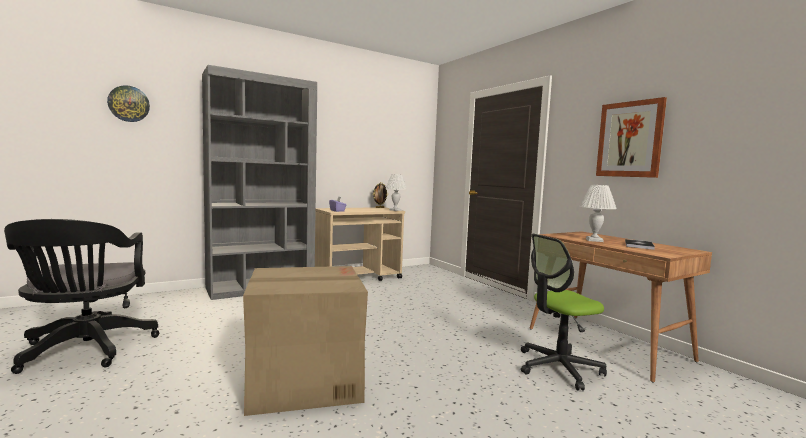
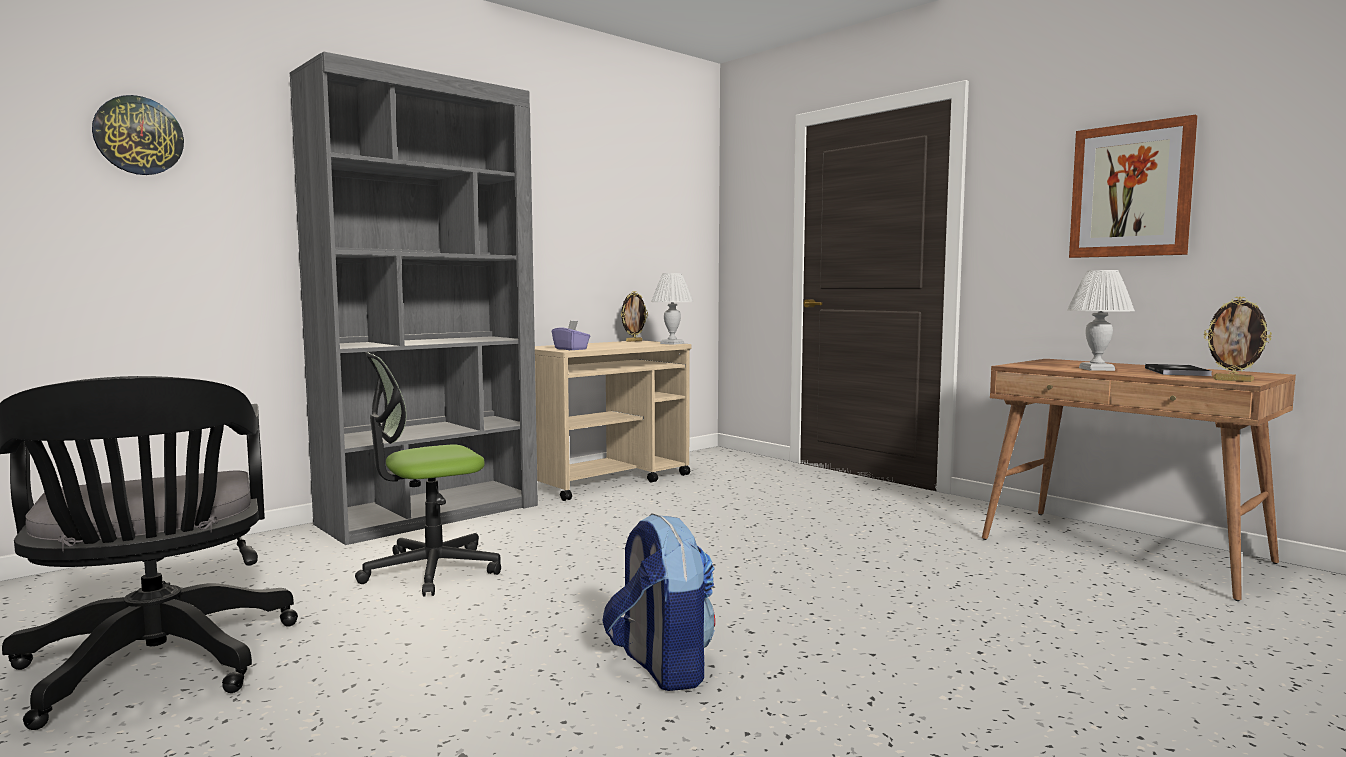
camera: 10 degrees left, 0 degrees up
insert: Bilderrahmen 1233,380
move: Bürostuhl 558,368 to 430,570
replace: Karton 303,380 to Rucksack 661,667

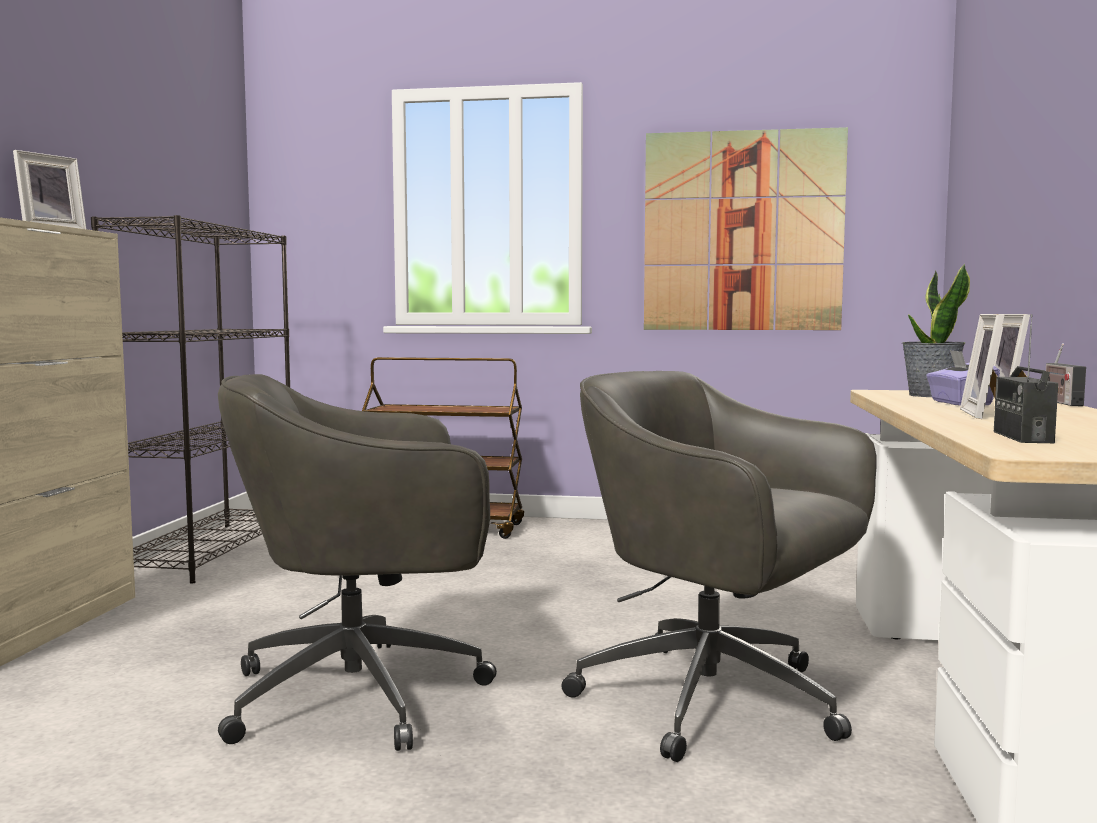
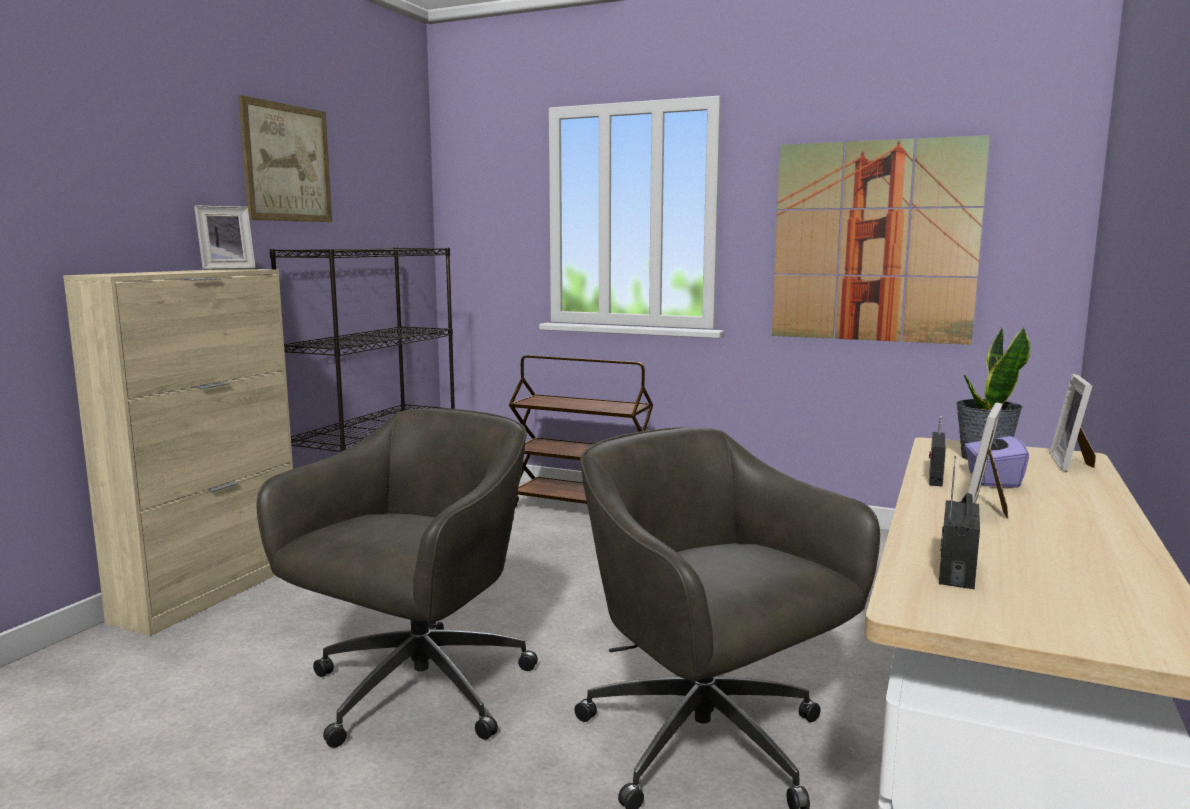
camera: 15 degrees right, 5 degrees up
insert: Bild 287,163
move: Radio 1060,402 to 934,476
rotate: Bürostuhl/grau 364,694 = 416,692 120 degrees clockwise

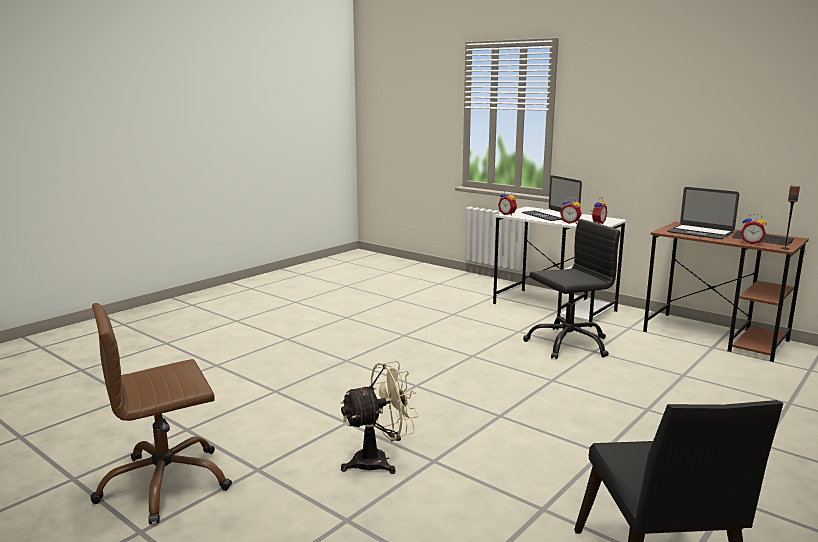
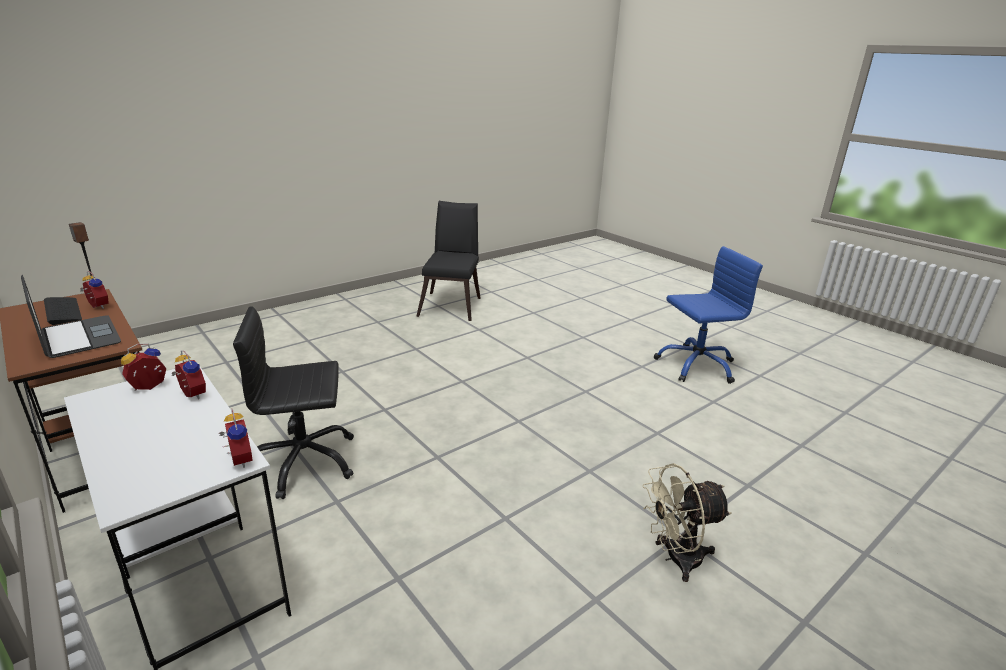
camera: 170 degrees left, 10 degrees up
delete: Laptop 550,215
move: Ventilator/beige 379,461 to 675,558
recolor: Bürostuhl/braun 165,484 to Bürostuhl/blau 696,365

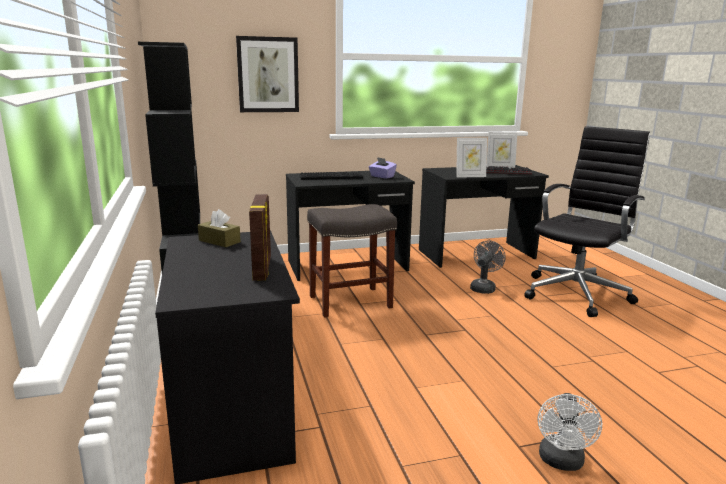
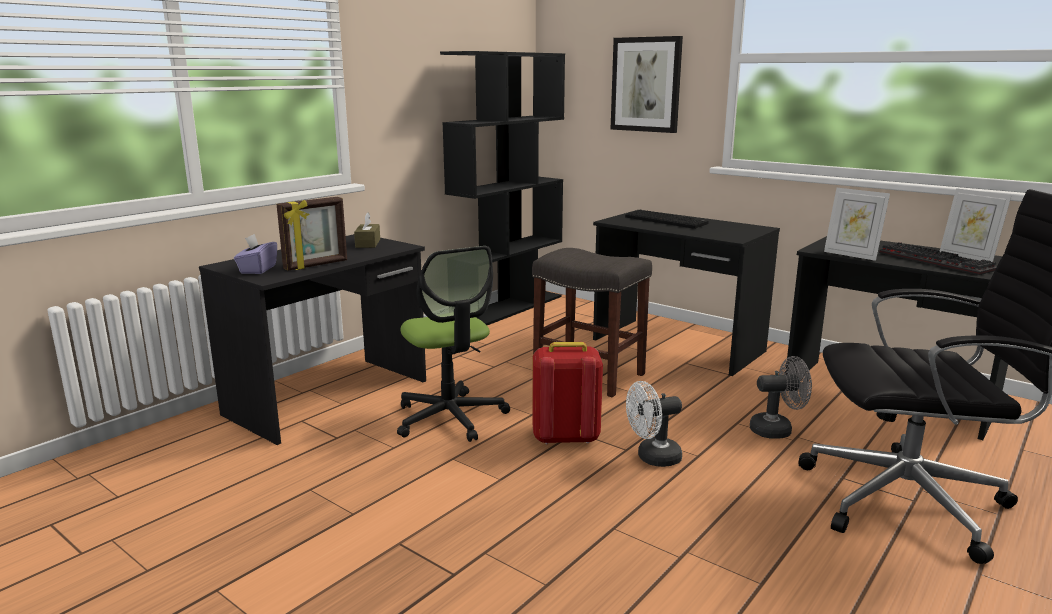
camera: 55 degrees right, 0 degrees up
insert: Bürostuhl 450,417; Rucksack/rot 565,437
move: Taschentuchbox/lila 382,176 to 257,269; Ventilator/weiß 561,462 to 652,458

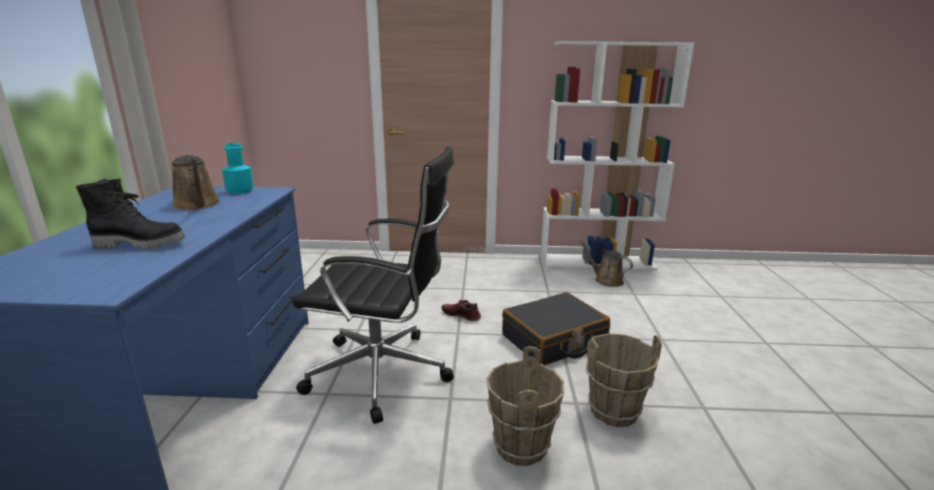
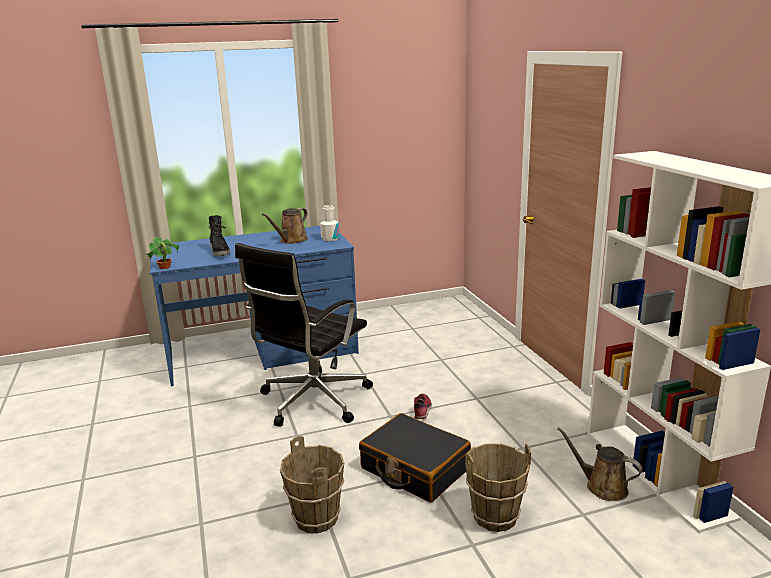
camera: 70 degrees right, 0 degrees up
insert: Topfpflanze 164,267
move: Eimer/braun 520,446 to 494,516
recolor: Flasche/türkis 240,191 to Flasche/weiß 330,238
rotate: Bürostuhl/schwarz 383,373 = 312,401 45 degrees clockwise; Gießkanne/braun 606,280 = 602,487 75 degrees counterclockwise

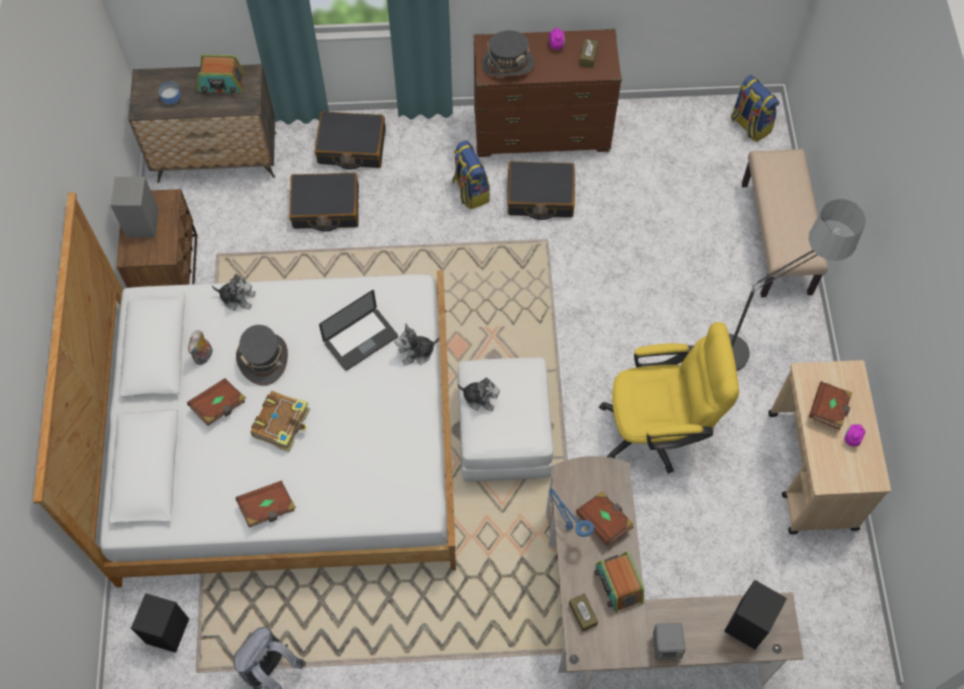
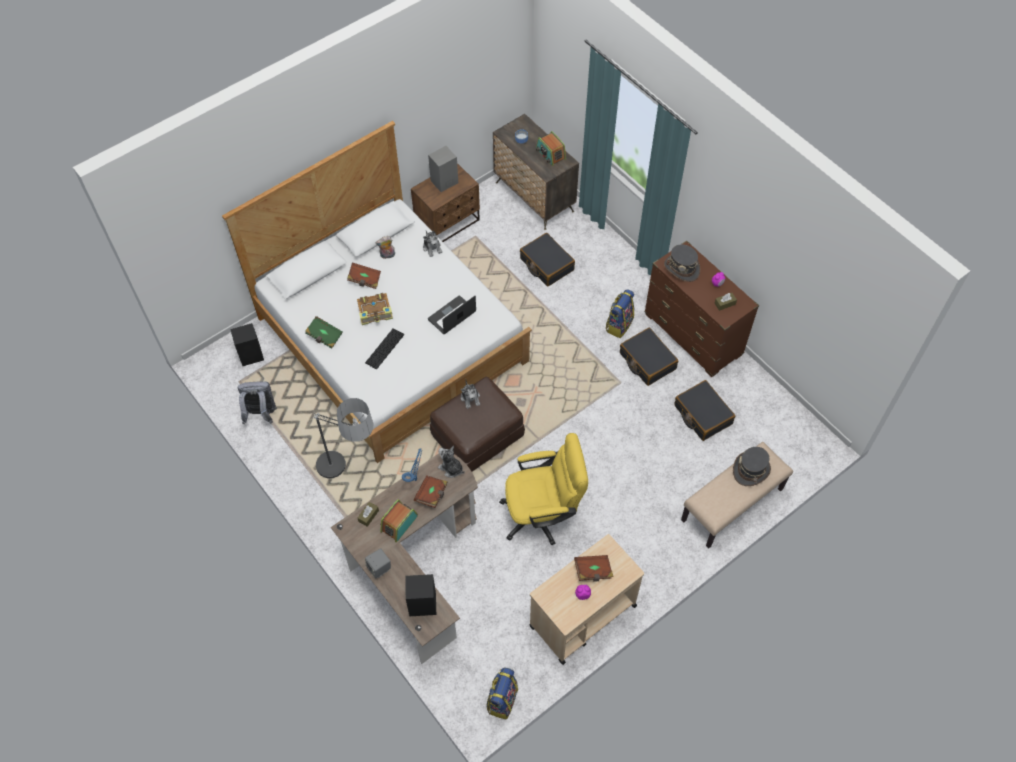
camera: 55 degrees right, 5 degrees down
insert: Tastatur 384,348
move: Hut/grau 263,359 to 751,470; Koffer/schwarz 351,147 to 702,415; Plüschtier 416,353 to 451,468; Stehlampe 757,342 to 351,476; Rucksack 749,125 to 502,699
recolor: Buch/braun 267,508 to Buch/grün 324,336; Polsterhocker/weiß 503,432 to Polsterhocker/braun 477,435
rotate: Laptop 361,340 = 452,316 120 degrees clockwise; Bürostuhl/gelb 658,429 = 543,514 60 degrees counterclockwise

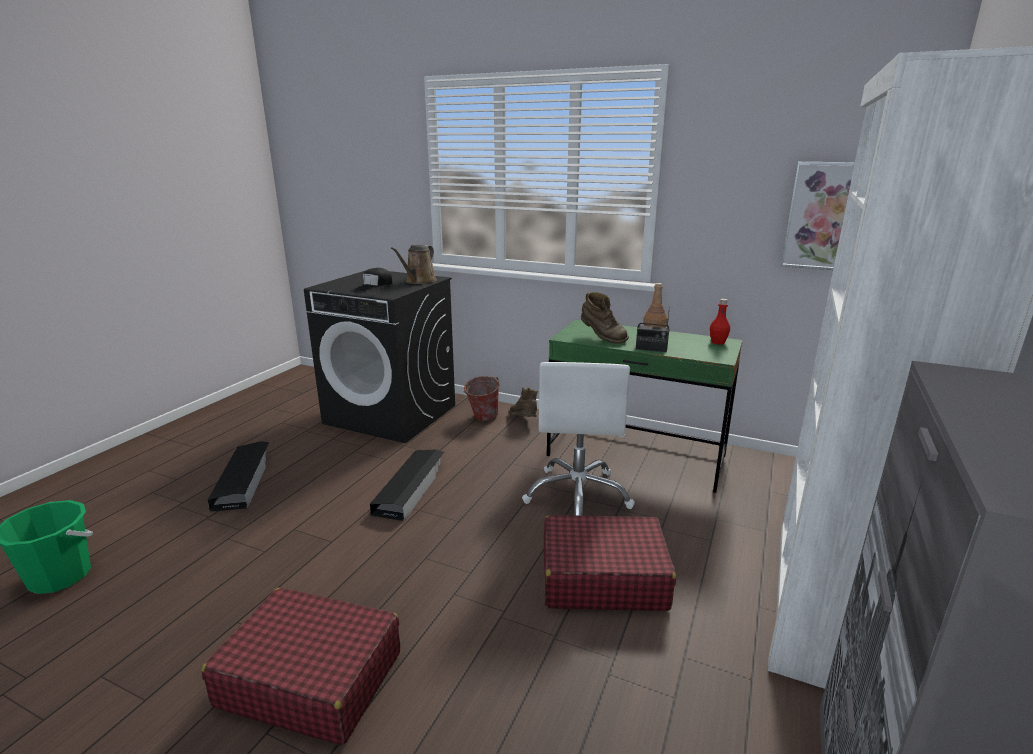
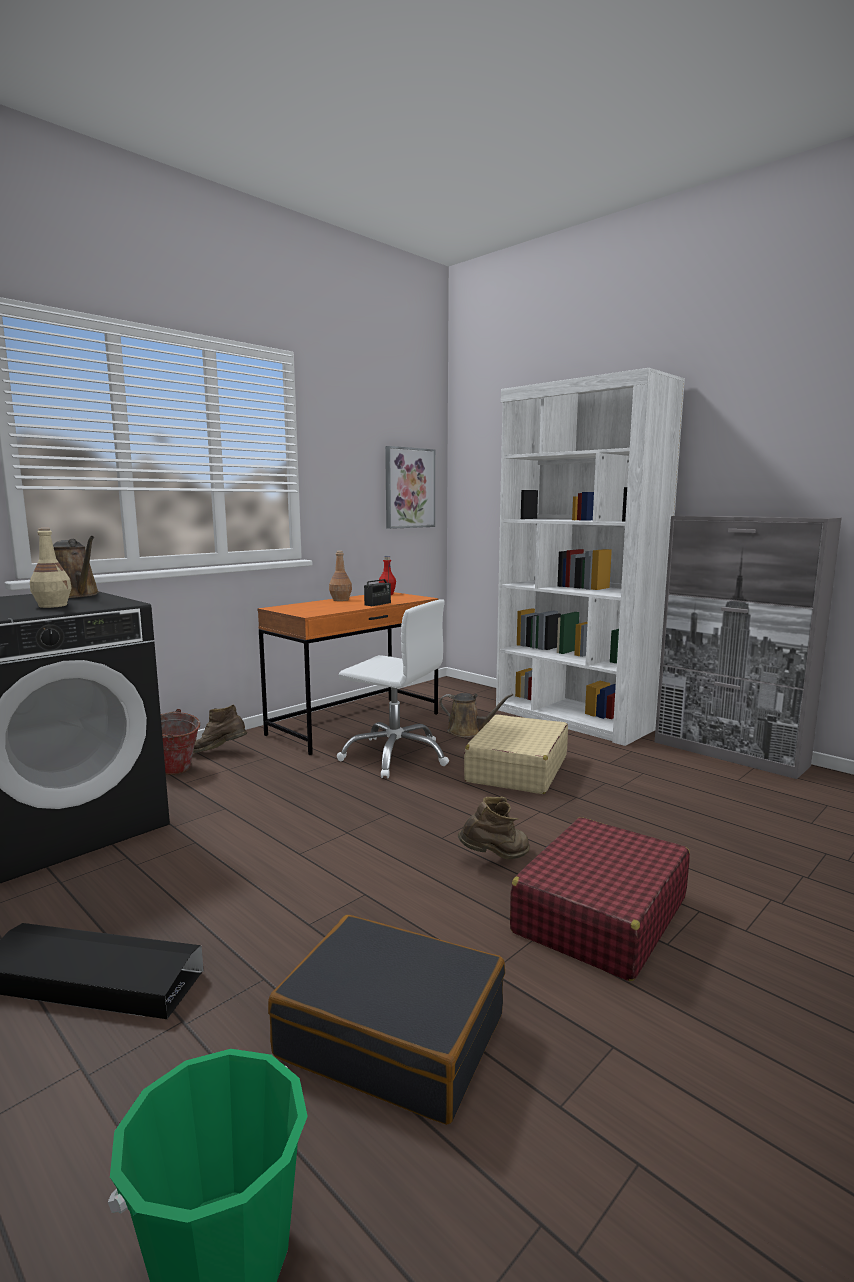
camera: 70 degrees left, 10 degrees down
delete: Aufbewahrungsbox/schwarz 411,488
insert: Koffer/schwarz 392,1034; Gießkanne/braun 468,731
move: Stiefel/braun 602,338 to 495,858
replace: Kappe/schwarz 375,287 to Flasche/beige 53,605
recolor: Koffer/rot 602,577 to Koffer/beige 517,769; Schreibtisch/grün 636,456 to Schreibtisch/orange 355,724

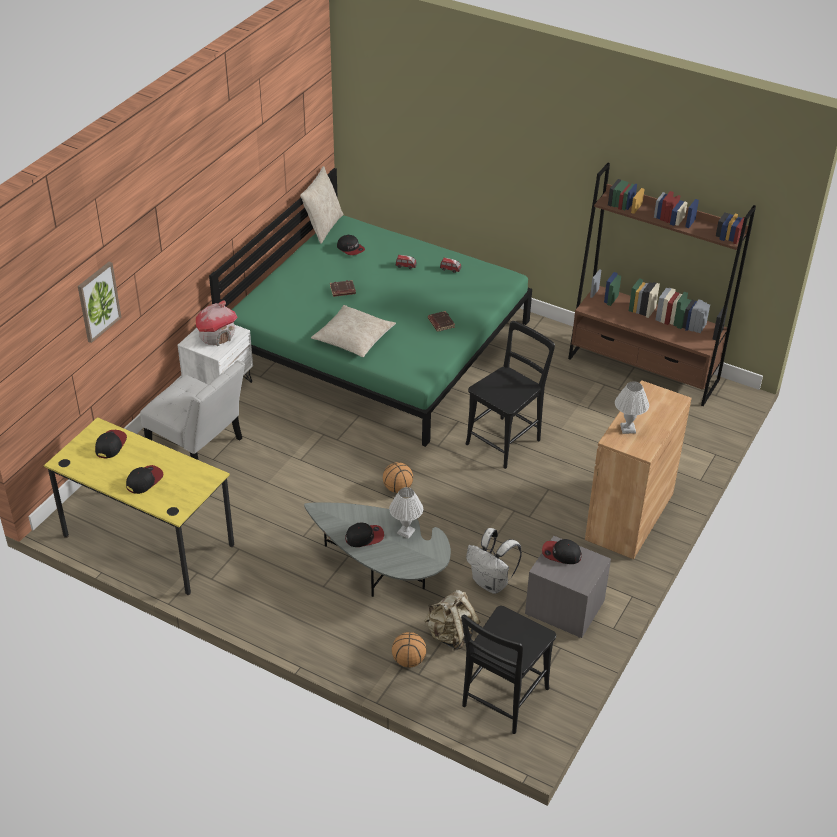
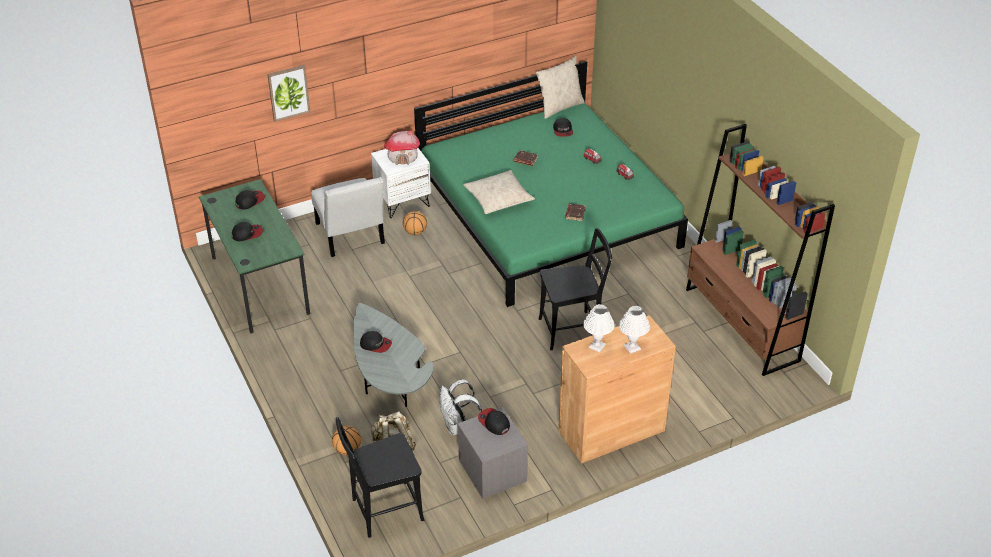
camera: 35 degrees right, 0 degrees up
move: Basketball 397,488 to 415,232; Tischlampe/weiß 406,532 to 632,348
recolor: Schreibtisch/gelb 148,540 to Schreibtisch/grün 260,285

